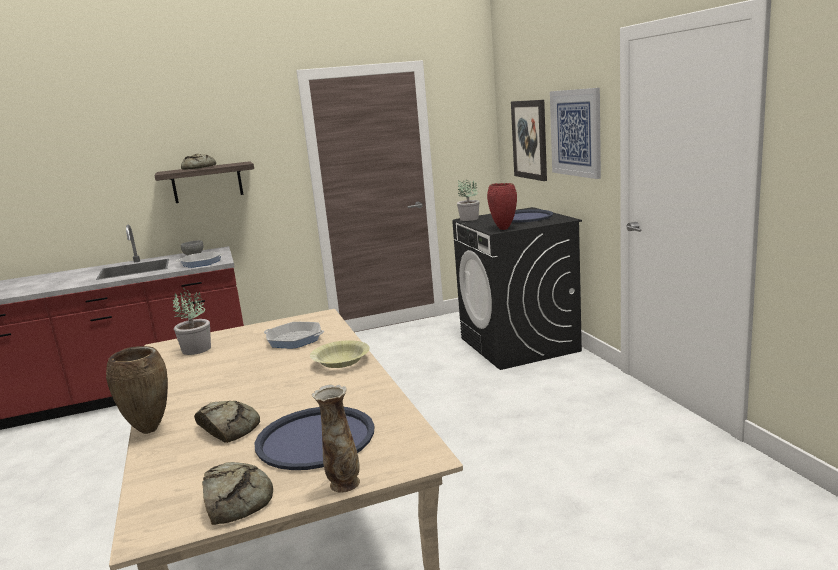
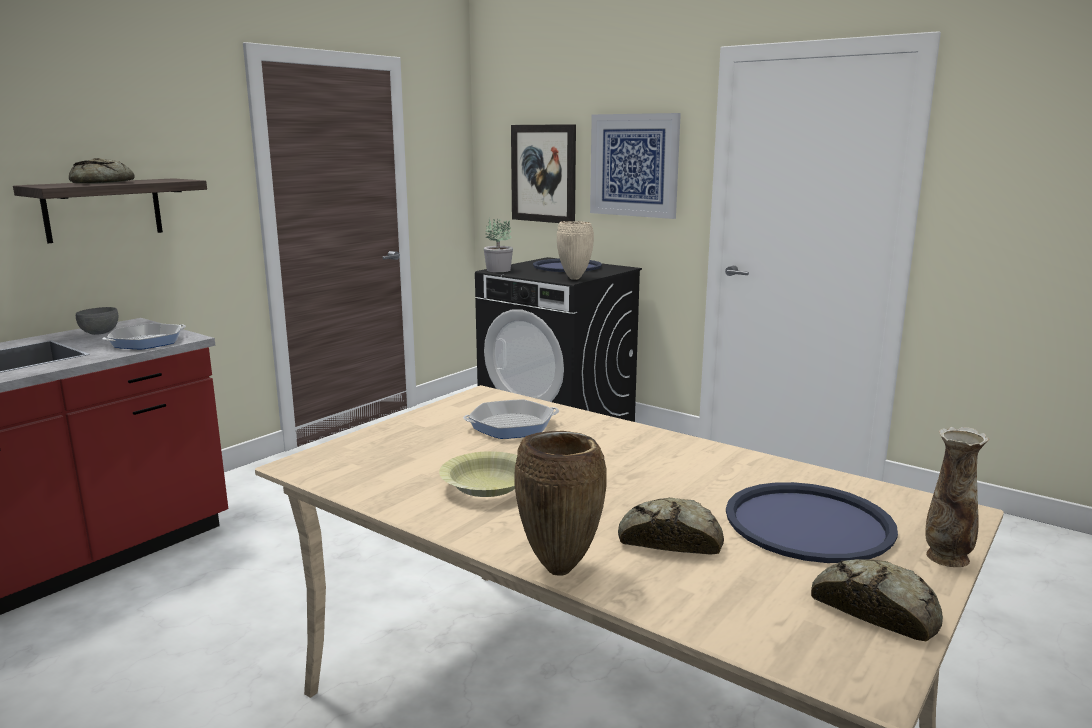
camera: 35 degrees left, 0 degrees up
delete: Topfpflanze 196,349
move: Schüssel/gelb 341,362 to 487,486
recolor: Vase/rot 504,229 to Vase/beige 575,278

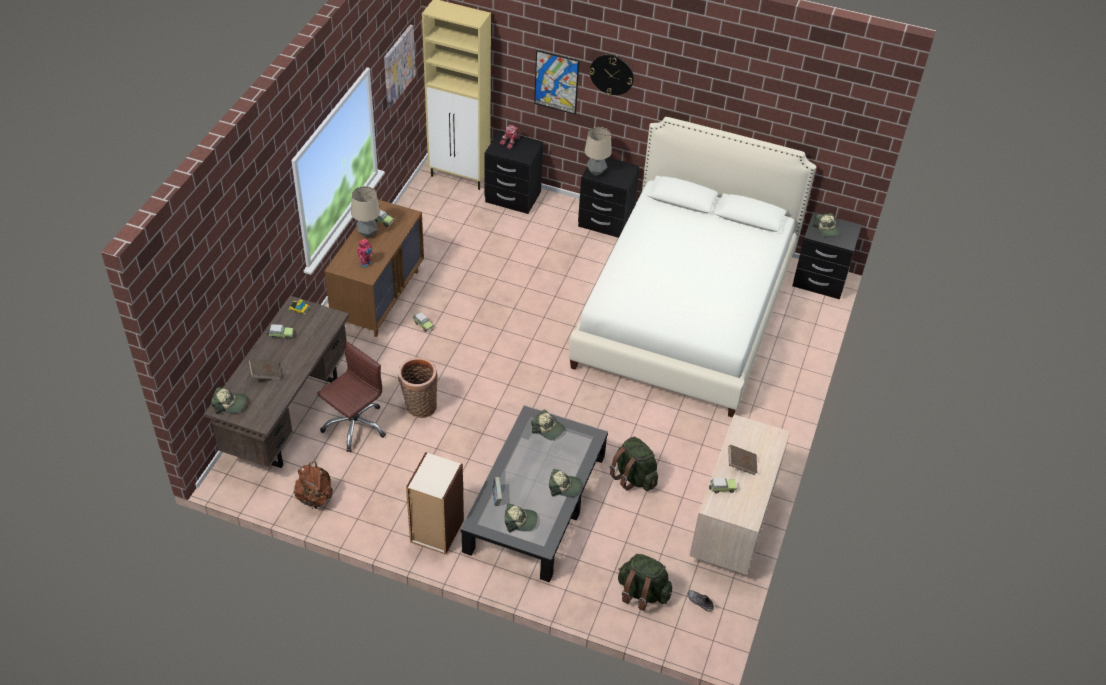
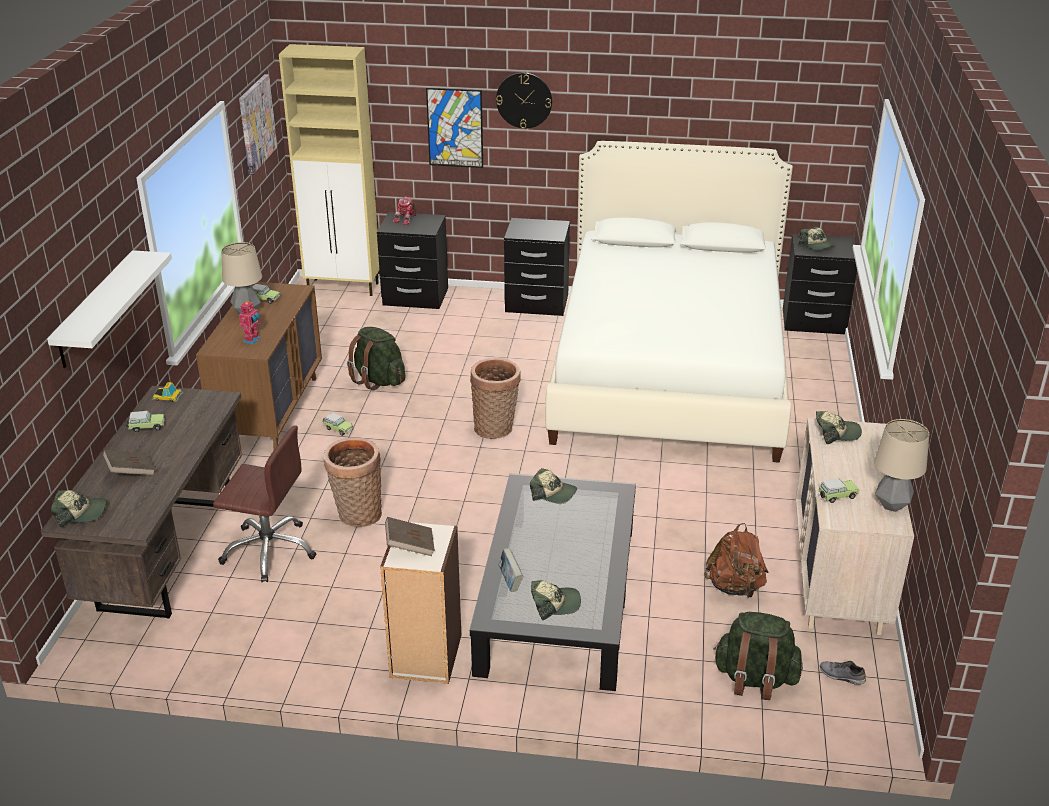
camera: 10 degrees left, 15 degrees down
insert: Wandregal/weiß 96,309; Korb 496,428
move: Rucksack/braun 315,497 to 735,587; Kappe 564,486 to 836,433; Tischlampe 596,172 to 892,505; Rucksack/grün 633,477 to 378,380; Buch/braun 741,464 to 410,546
rotate: Bürostuhl/braun 354,425 = 269,550 75 degrees clockwise

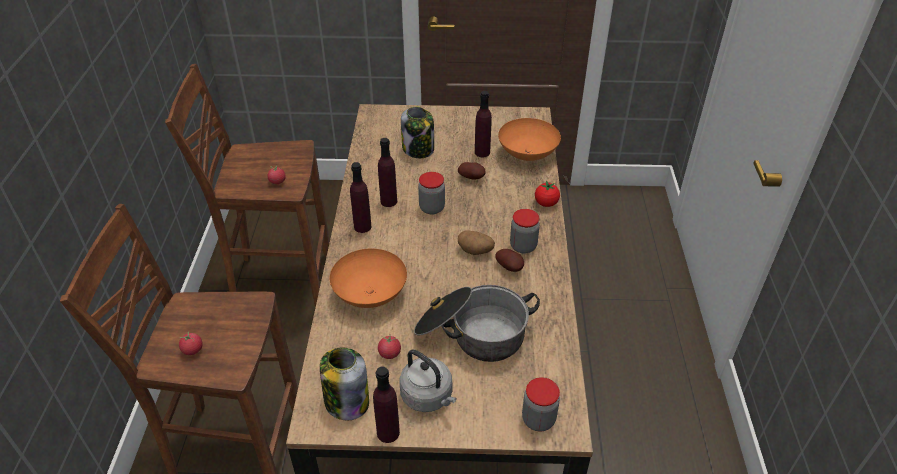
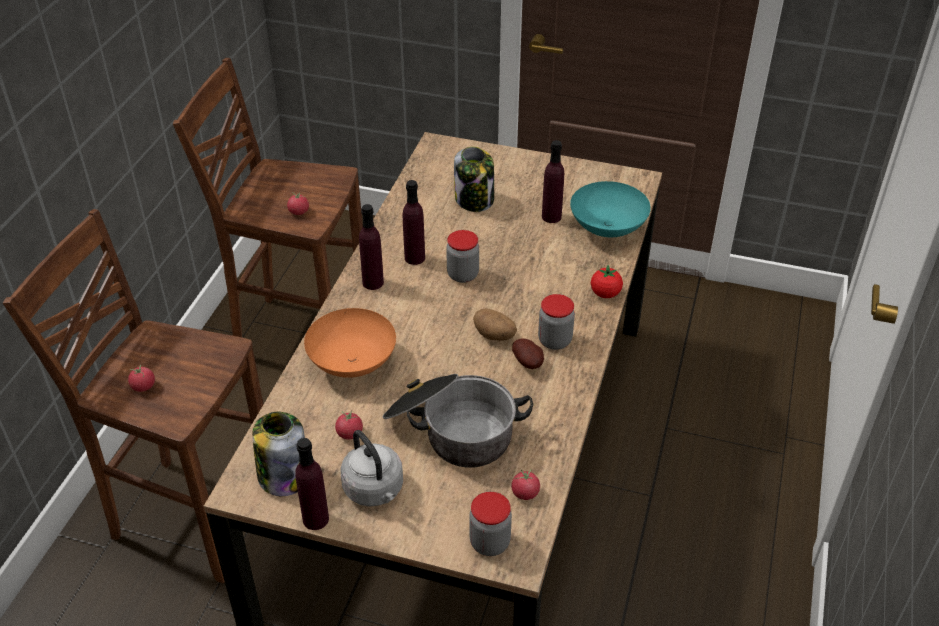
camera: 15 degrees right, 0 degrees up
delete: Kartoffel 472,177
insert: Tomate 525,493
recolor: Schüssel/orange 528,155 to Schüssel/türkis 608,229

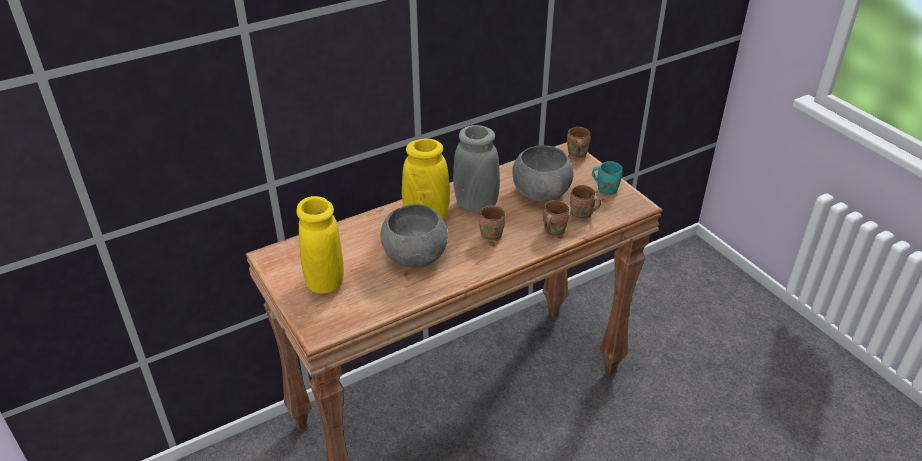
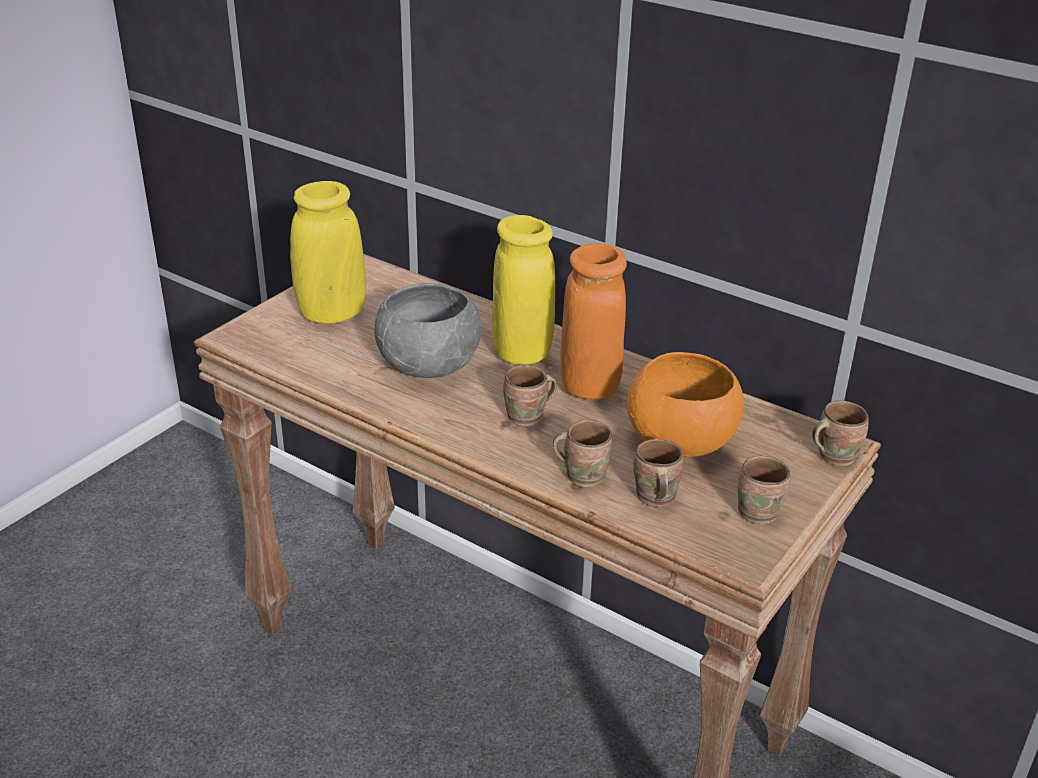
camera: 65 degrees right, 5 degrees down
recolor: Vase/grau 475,205 to Vase/orange 590,386; Schüssel/grau 540,193 to Schüssel/orange 679,440; Henkelbecher/türkis 606,189 to Henkelbecher/braun 759,511

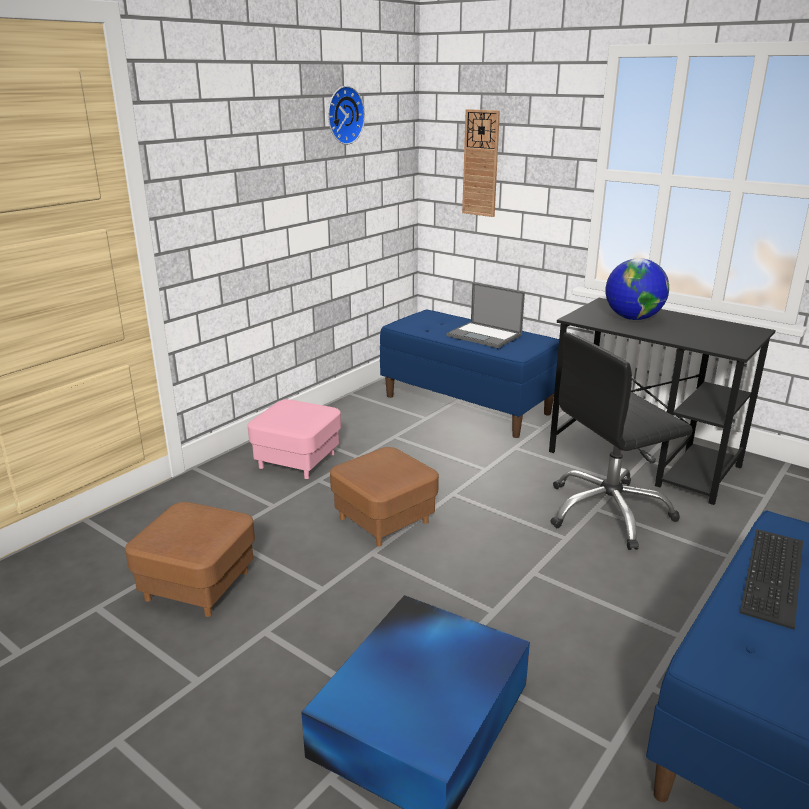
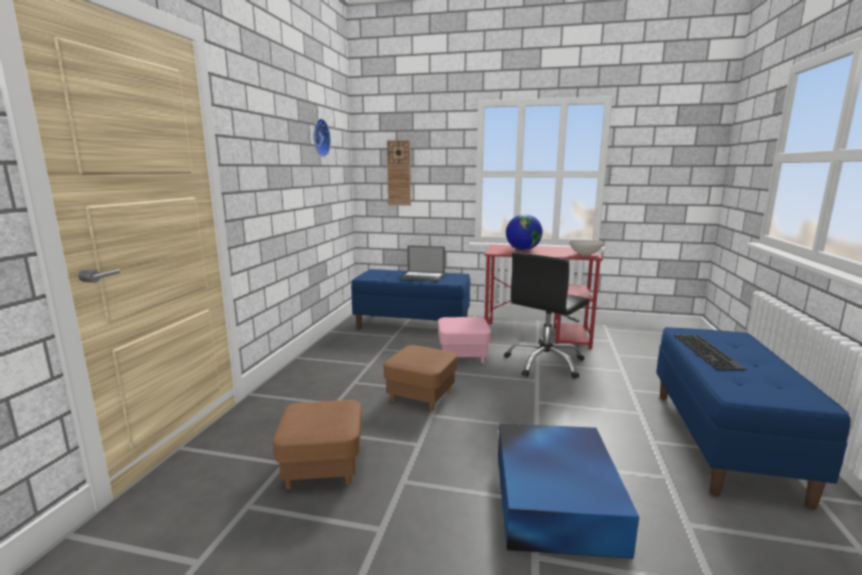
camera: 25 degrees left, 10 degrees down
insert: Schüssel/weiß 584,254
move: Polsterhocker/rosa 297,460 to 463,355
recolor: Schreibtisch/schwarz 645,459 to Schreibtisch/rot 537,335

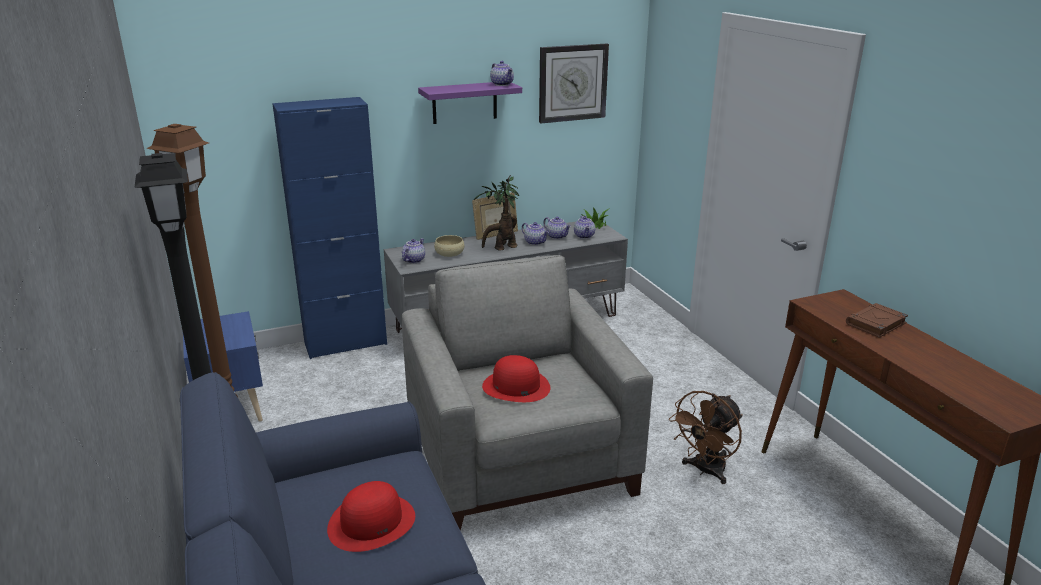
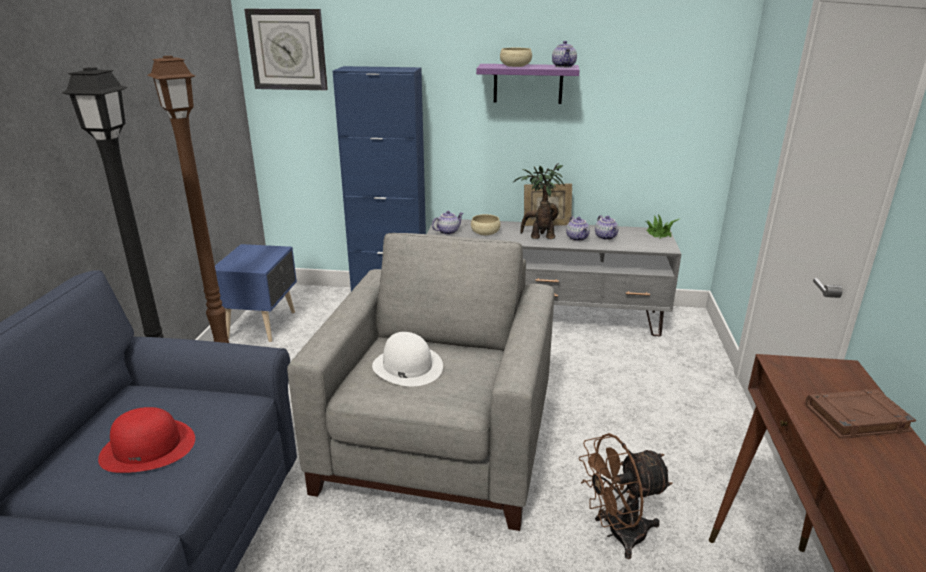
camera: 30 degrees right, 0 degrees up
delete: Teekanne 584,236
insert: Schüssel/beige 515,65
move: Wanduhr 572,83 to 287,49
recolor: Hut/rot 515,386 to Hut/weiß 407,366

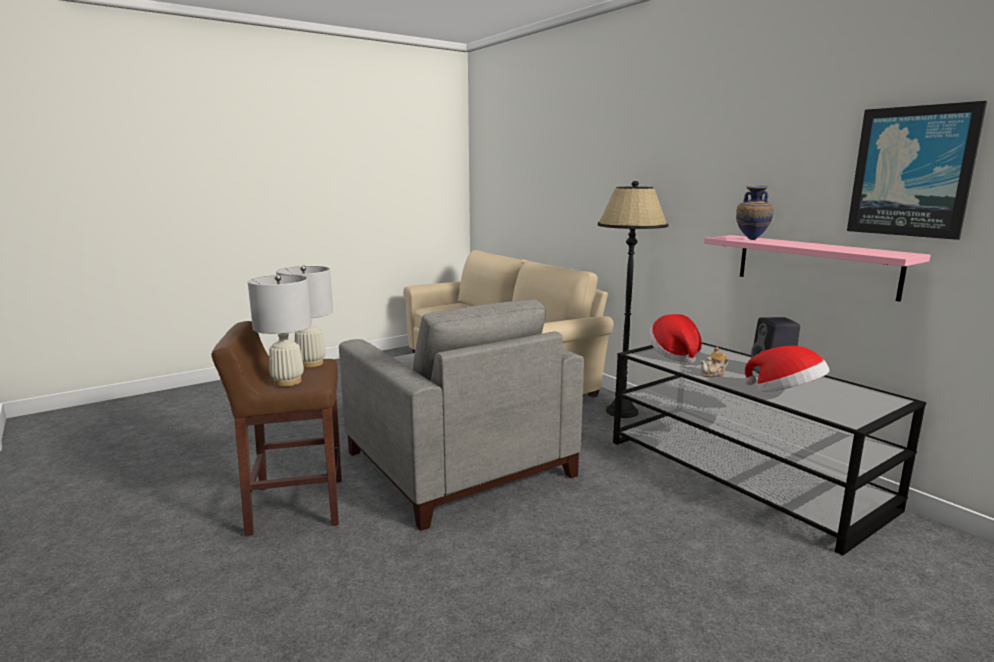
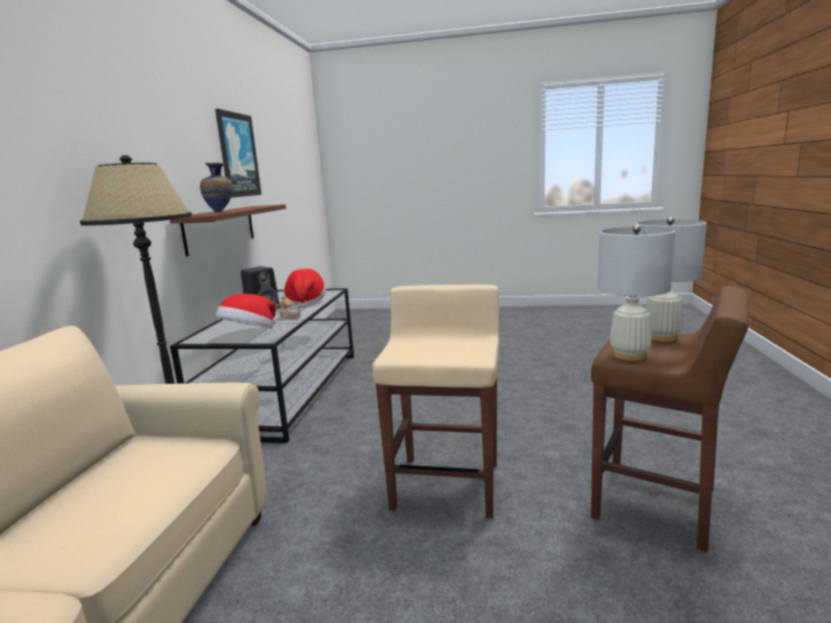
camera: 135 degrees left, 0 degrees up
replace: Sessel/grau 456,463 to Hocker/beige 447,484
recolor: Wandregal/rosa 815,265 to Wandregal/braun 220,228

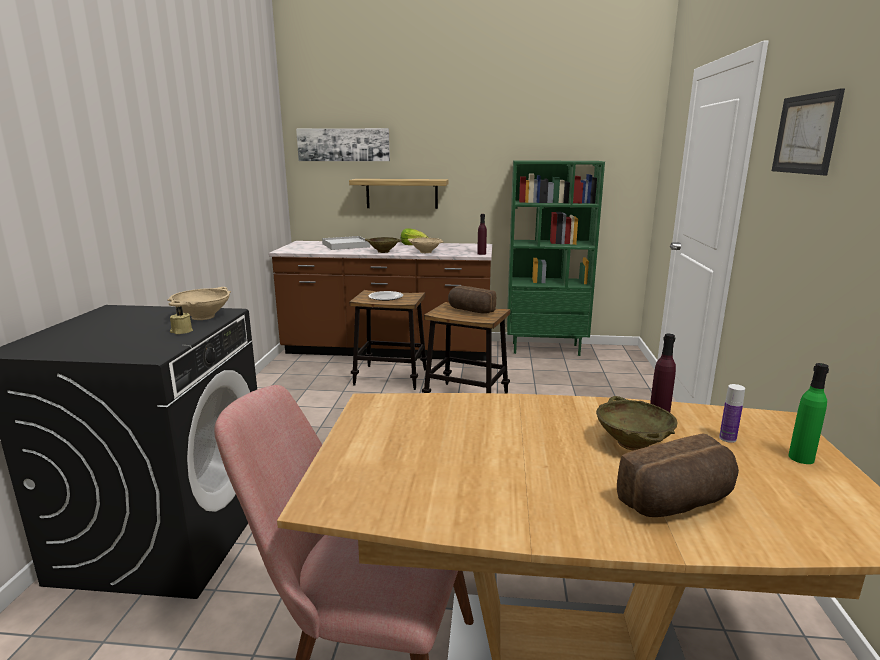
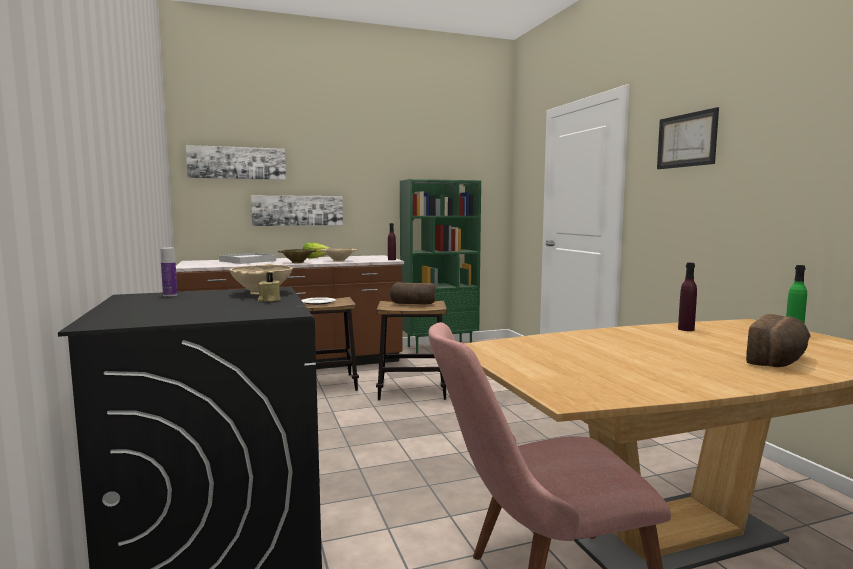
camera: 25 degrees left, 10 degrees down
delete: Schüssel/beige 633,443
move: Flasche 727,438 to 170,295
replace: Wandregal 401,193 to Bild 297,210

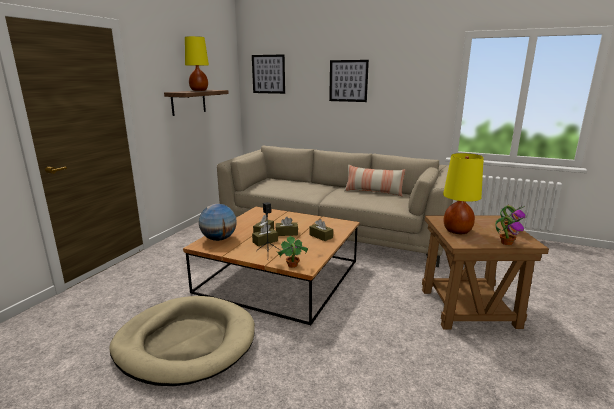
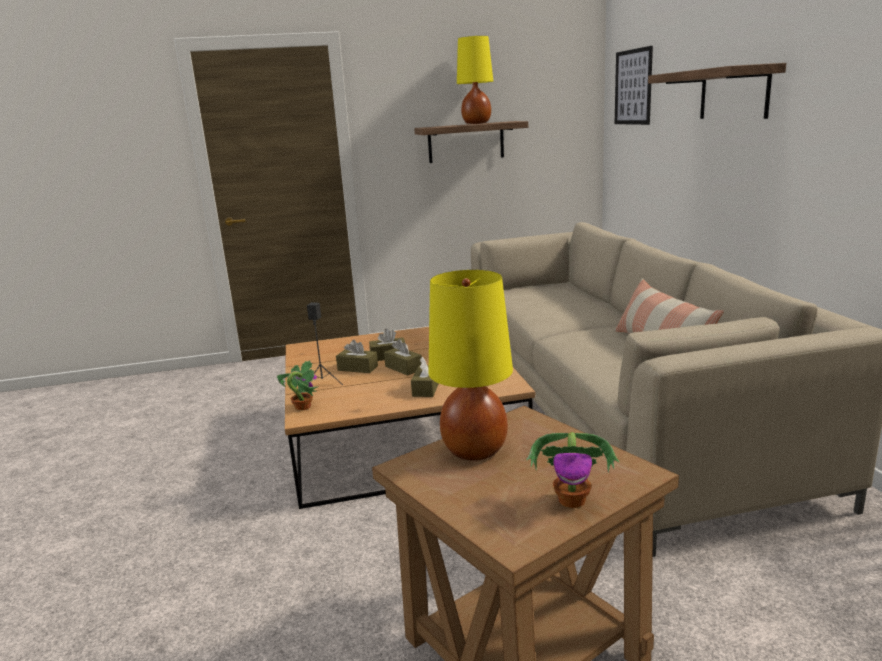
camera: 55 degrees right, 0 degrees up
delete: Hundebett/beige 186,343; Globus 219,239; Topfpflanze 506,243
replace: Bild 348,81 to Wandregal 734,93

